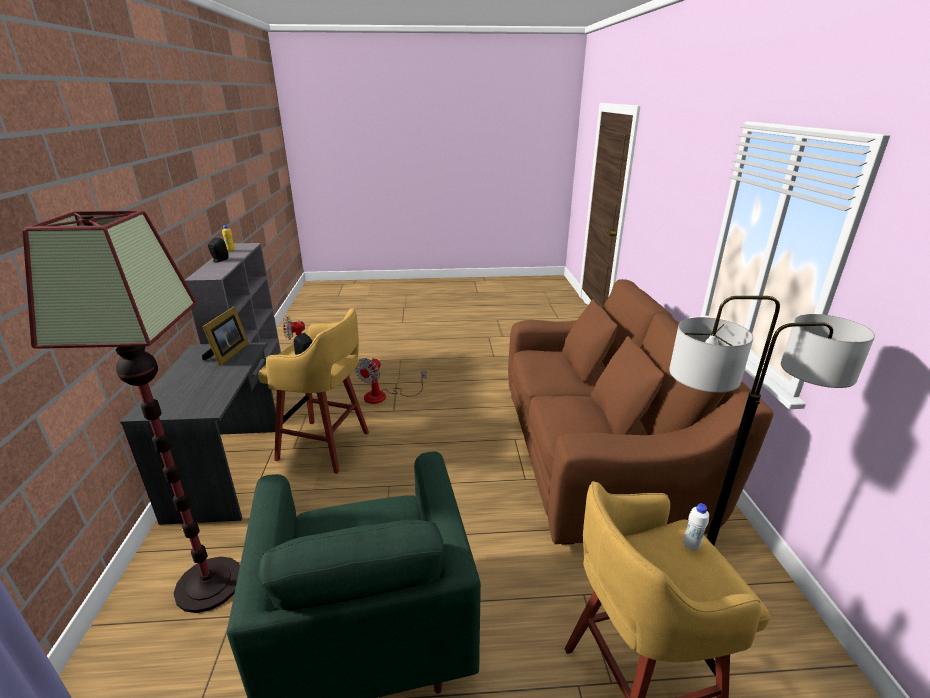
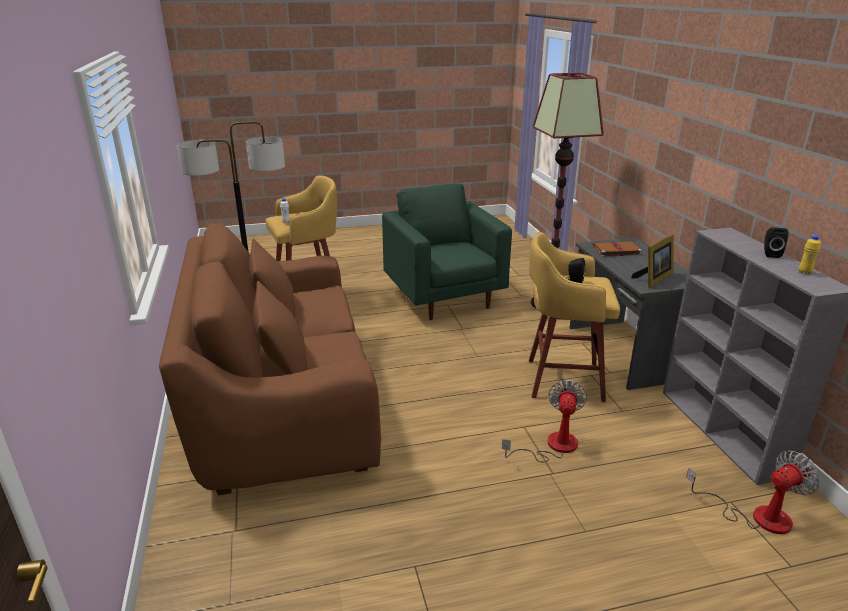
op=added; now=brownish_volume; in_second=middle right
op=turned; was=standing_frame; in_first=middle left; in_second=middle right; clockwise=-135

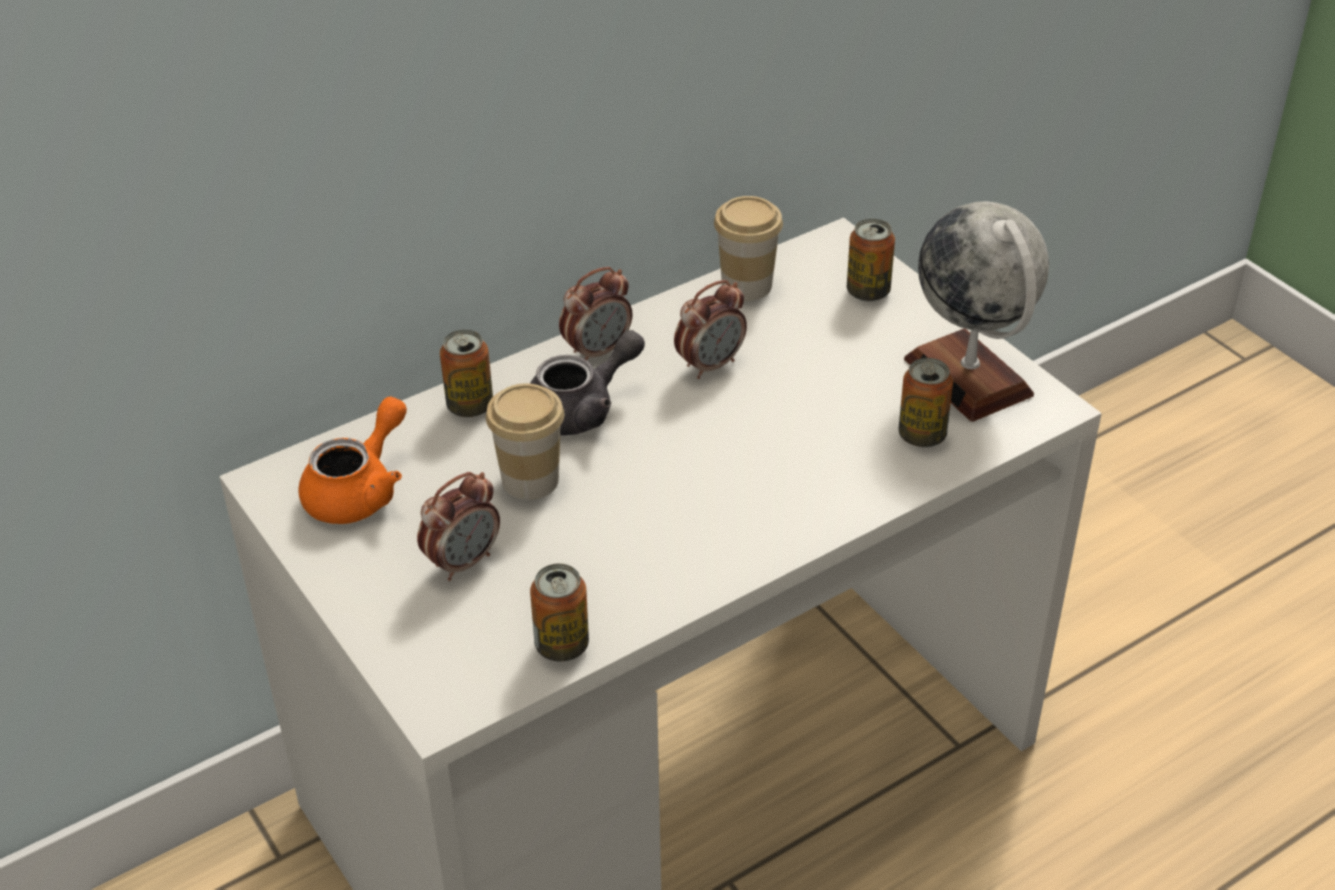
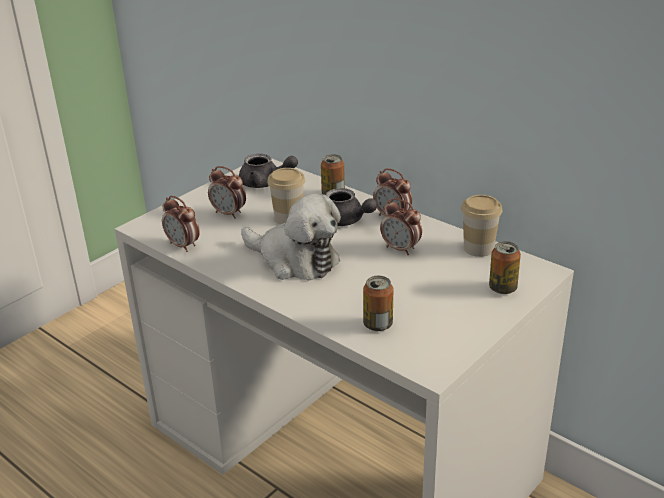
op=removed; was=desk_globe; in_first=middle right
op=added; now=soft_toy; in_second=centre
op=replaced; was=sealed_can (2nd from left); now=alarm_clock (1st from left); in_first=bottom centre; in_second=middle left
op=recoloured; was=orange_pot_for_tea; now=grey_pot_for_tea (1st from left); in_first=middle left; in_second=centre

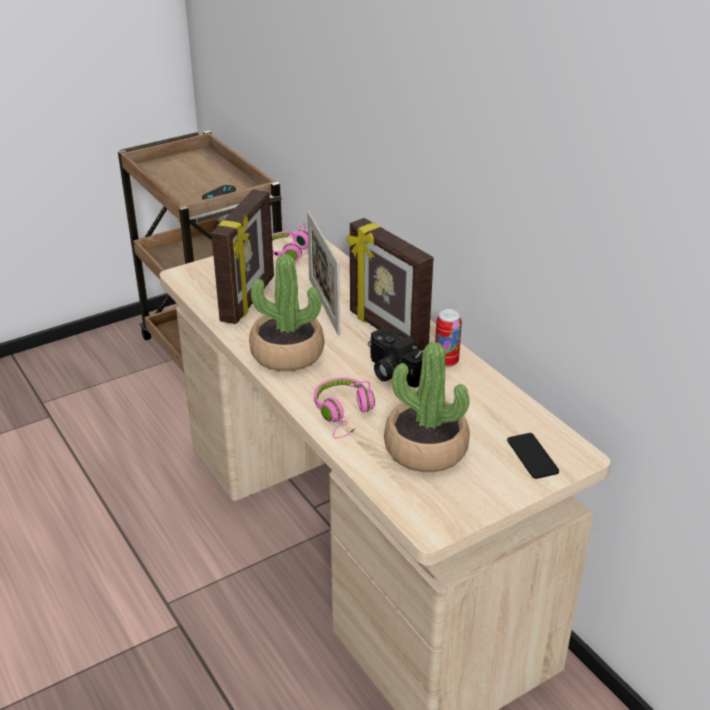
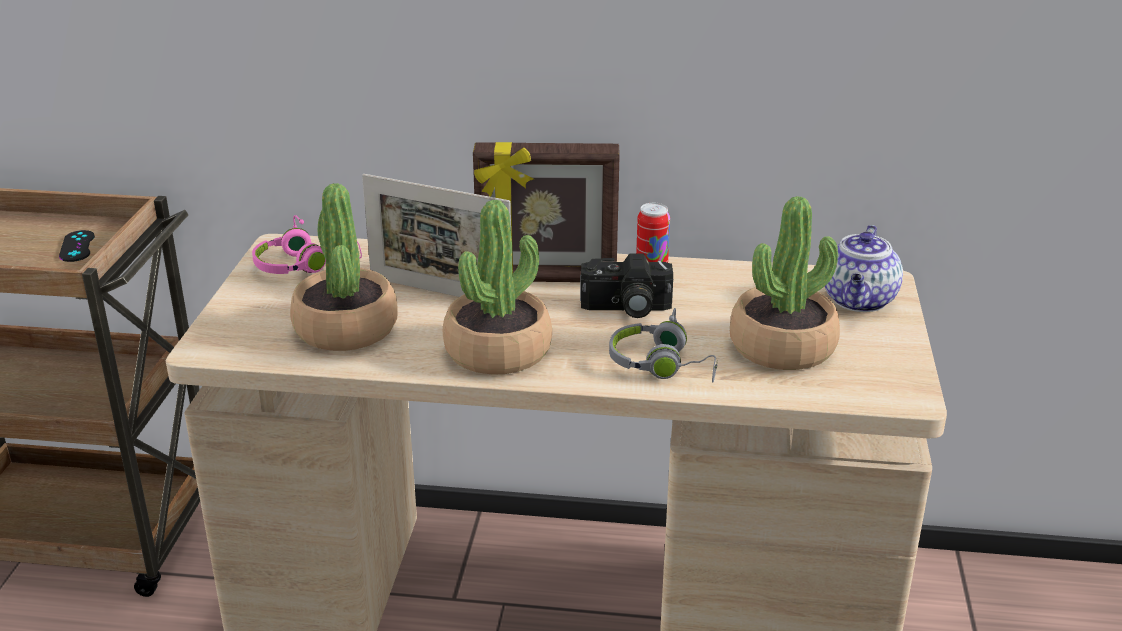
op=replaced; was=standing_frame (1st from left); now=houseplant (1st from left); in_first=centre; in_second=middle left
op=replaced; was=phone; now=pot_for_tea; in_first=middle right; in_second=middle right
op=recoloured; was=pink-coloured_headset (2nd from left); now=grey_headset; in_first=centre; in_second=centre

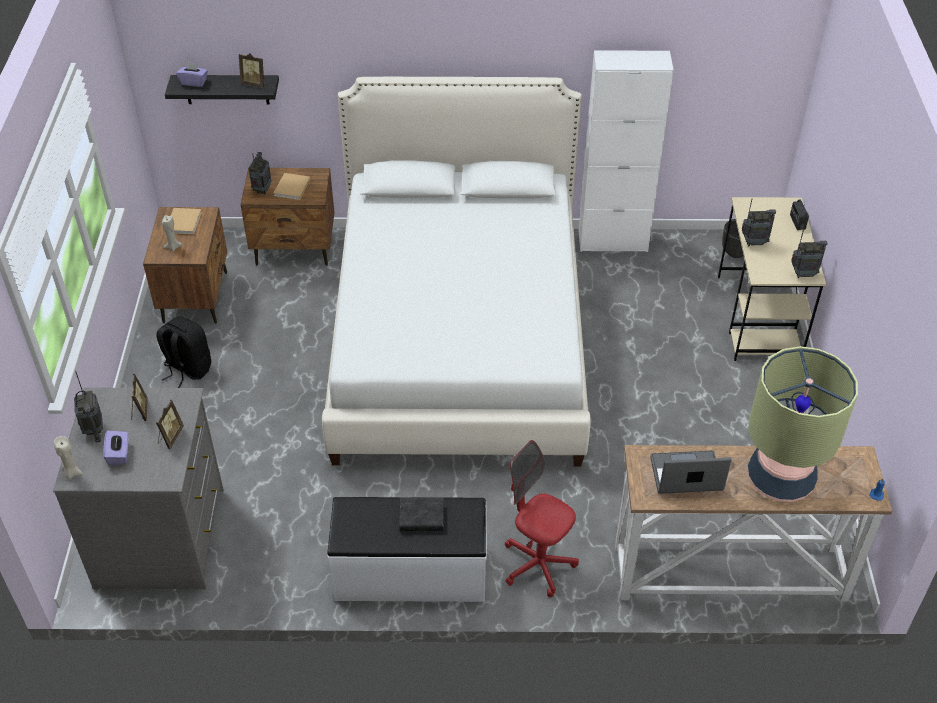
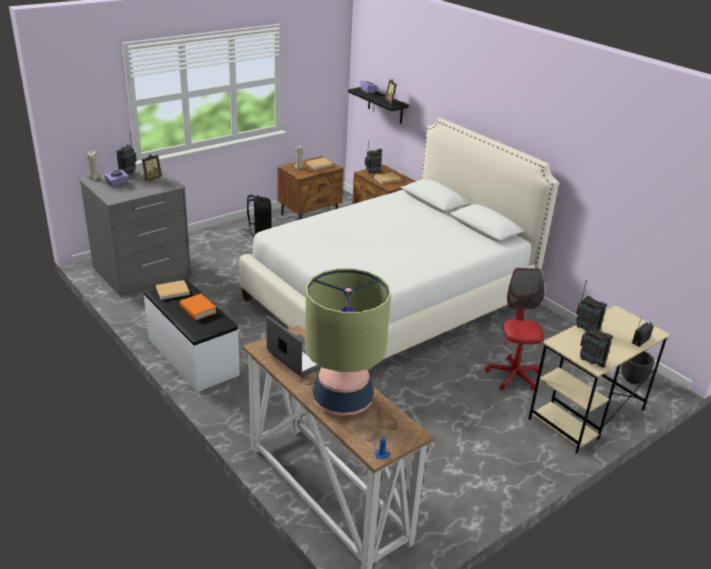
op=removed; was=standing_frame (2nd from left); in_first=middle left
op=removed; was=white_cabinet; in_first=top right
op=added; now=beige-coloured_volume (1st from left); in_second=middle left
op=moved; was=red_office_chair; in_first=bottom centre; in_second=middle right
op=recoloured; was=black_volume; now=orange_volume; in_first=bottom centre; in_second=middle left

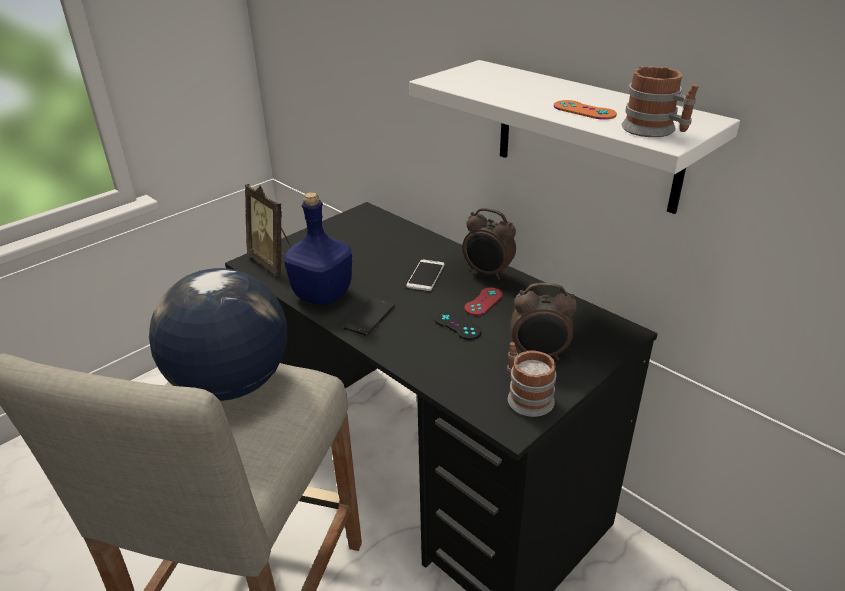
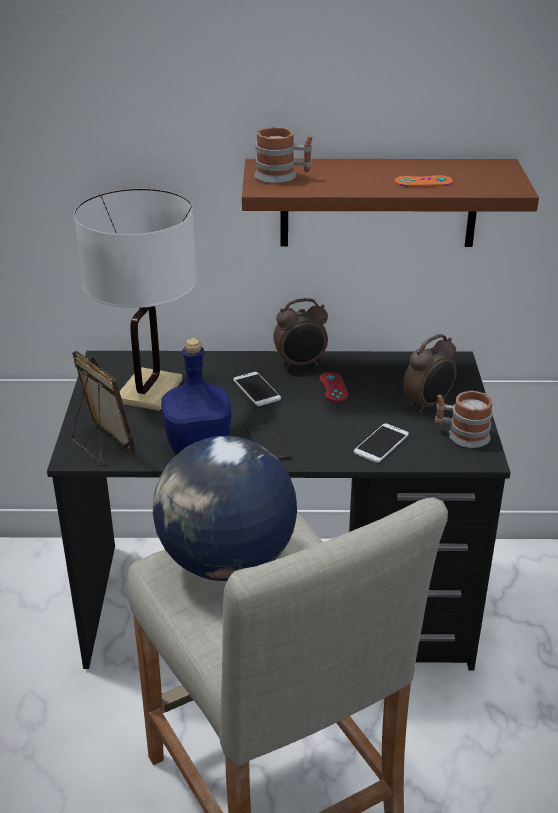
op=removed; was=black_joypad; in_first=centre
op=added; now=white_table_lamp; in_second=middle left
op=added; now=phone (3rd from left); in_second=middle right
op=moved; was=mug (2nd from left in the first image); now=mug (1st from left); in_first=top right; in_second=top centre
op=recoloured; was=white_wall_shelf; now=brownish_wall_shelf; in_first=top right; in_second=top right
op=turned; was=standing_frame; in_first=middle left; in_second=middle left; clockwise=-135

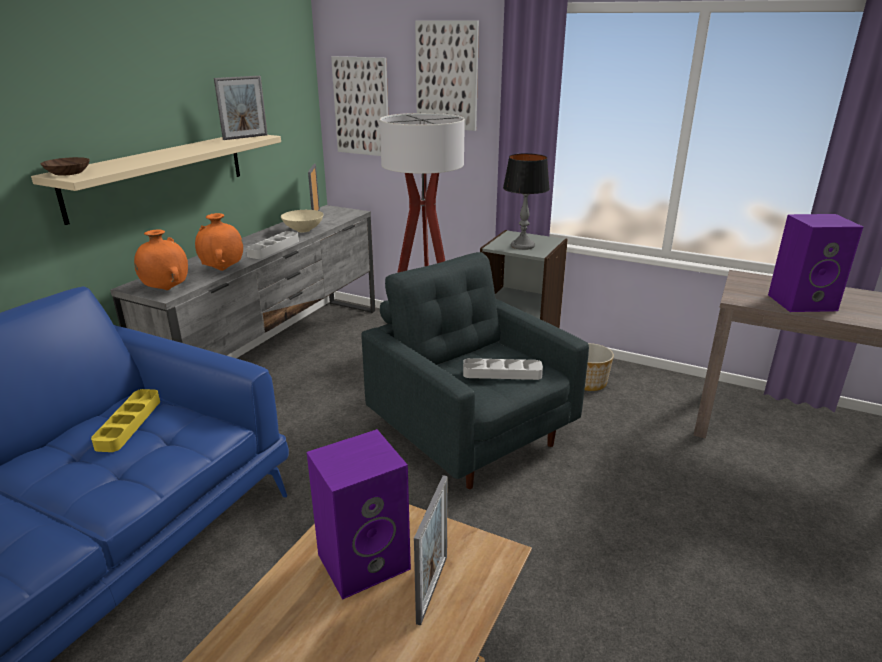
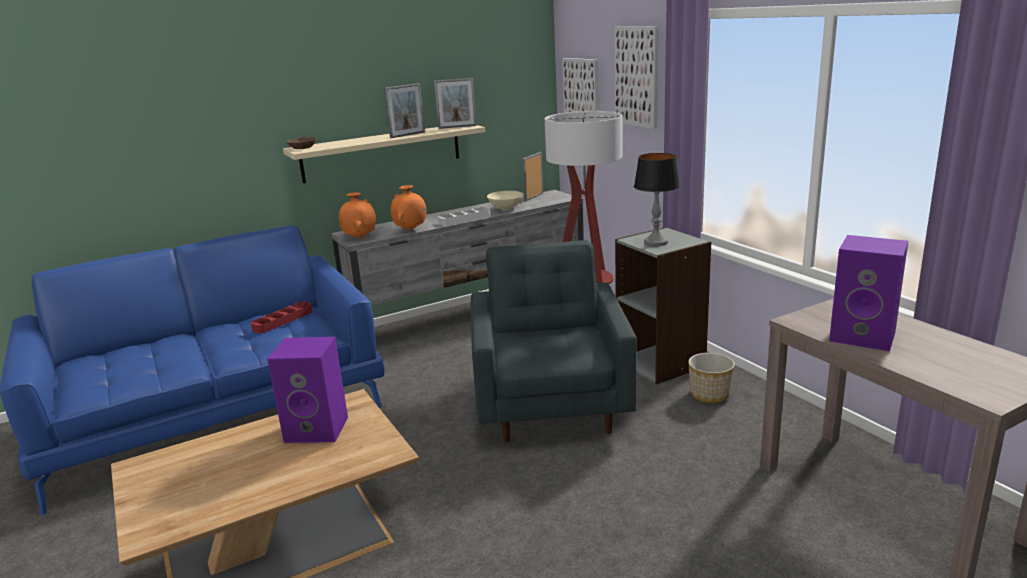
op=removed; was=grey_carrying_tray (2nd from left); in_first=centre
op=moved; was=standing_frame (3rd from left in the first image); now=standing_frame (1st from left); in_first=bottom centre; in_second=top centre
op=recoloured; was=yellow-coloured_carrying_tray; now=red_carrying_tray; in_first=middle left; in_second=middle left

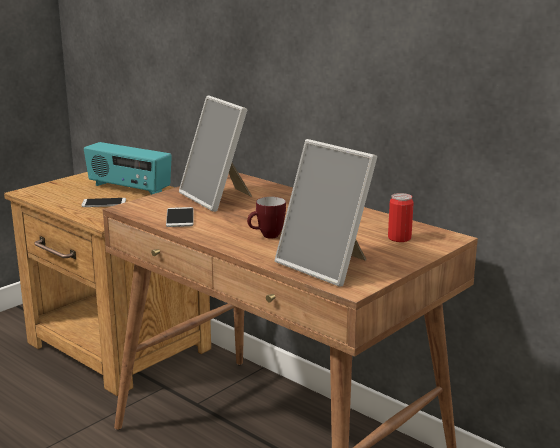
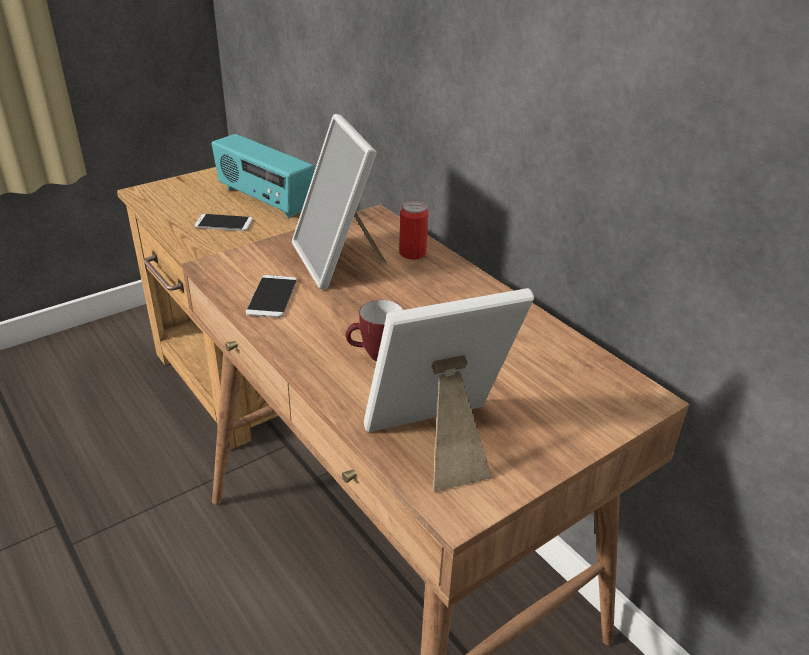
op=moved; was=sealed_can; in_first=middle right; in_second=centre
op=turned; was=standing_frame (2nd from left); in_first=centre; in_second=centre; clockwise=105

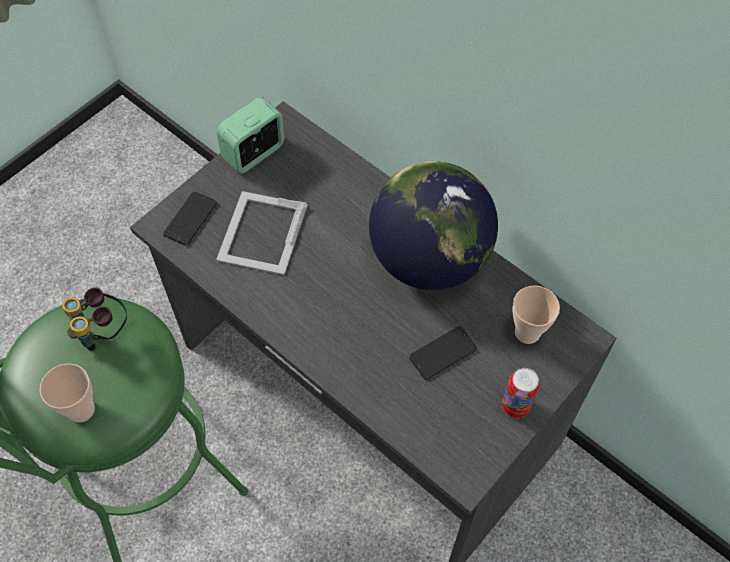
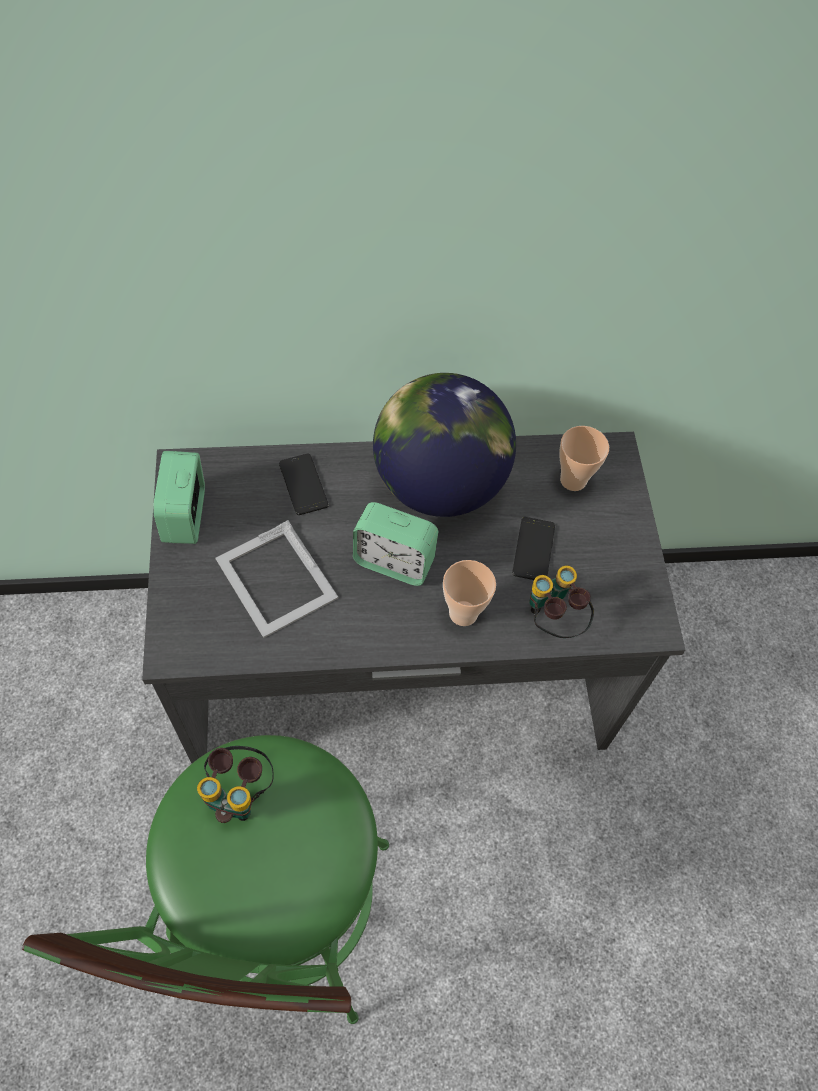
op=removed; was=sealed_can; in_first=bottom right
op=added; now=alarm_clock (2nd from left); in_second=centre
op=added; now=binoculars (2nd from left); in_second=middle right
op=moved; was=small_cup (1st from left); in_first=bottom left; in_second=centre
op=moved; was=phone (1st from left); in_first=middle left; in_second=centre

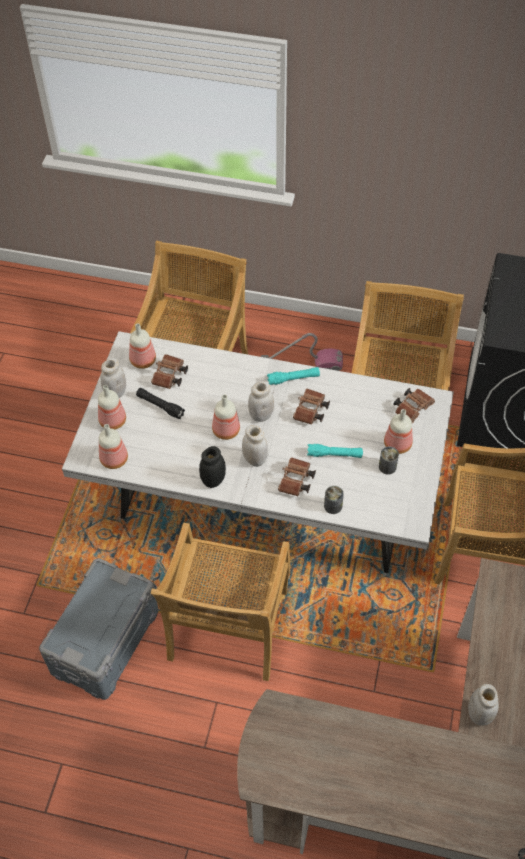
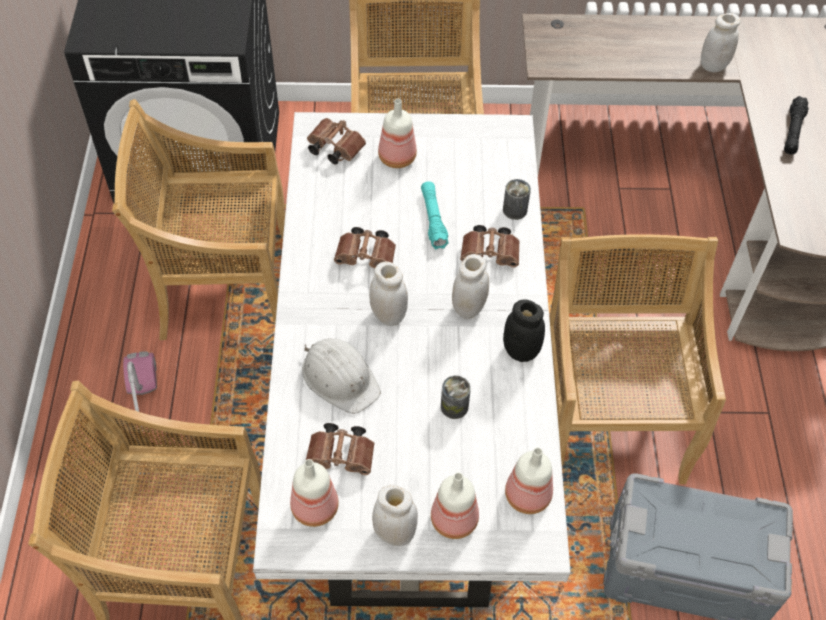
op=removed; was=beverage_bottle (4th from left); in_first=centre
op=removed; was=turquoise_flashlight (1st from left); in_first=centre
op=added; now=white_work_helmet; in_second=centre
op=moved; was=black_flashlight; in_first=middle left; in_second=top right
op=moved; was=sealed_can (2nd from left in the first image); now=sealed_can (1st from left); in_first=middle right; in_second=centre
op=turned; was=beige-coloured_chair (2nd from left in the first image); in_first=bottom centre; in_second=middle right; clockwise=-90

